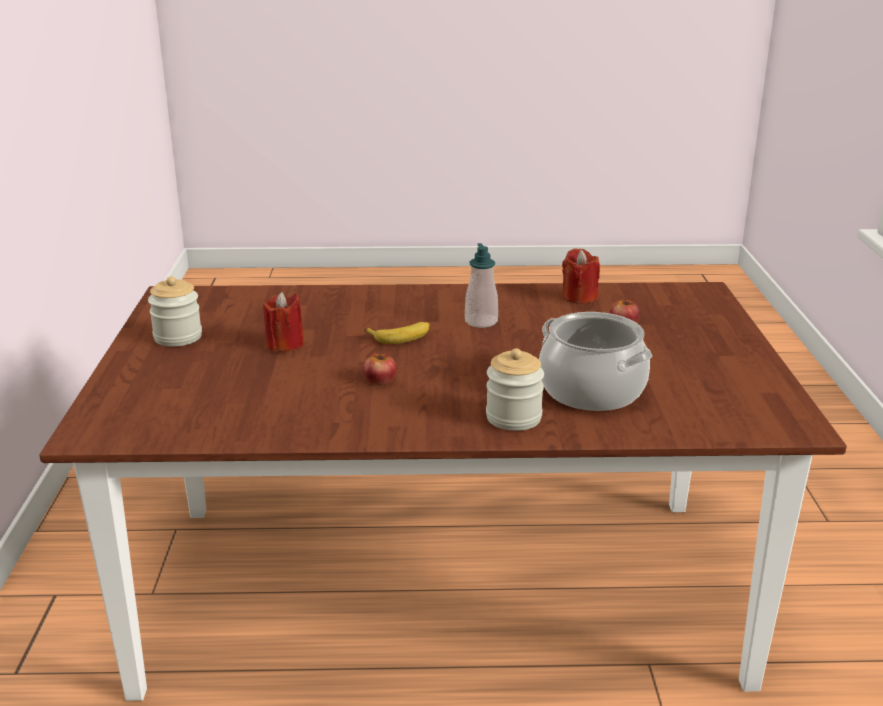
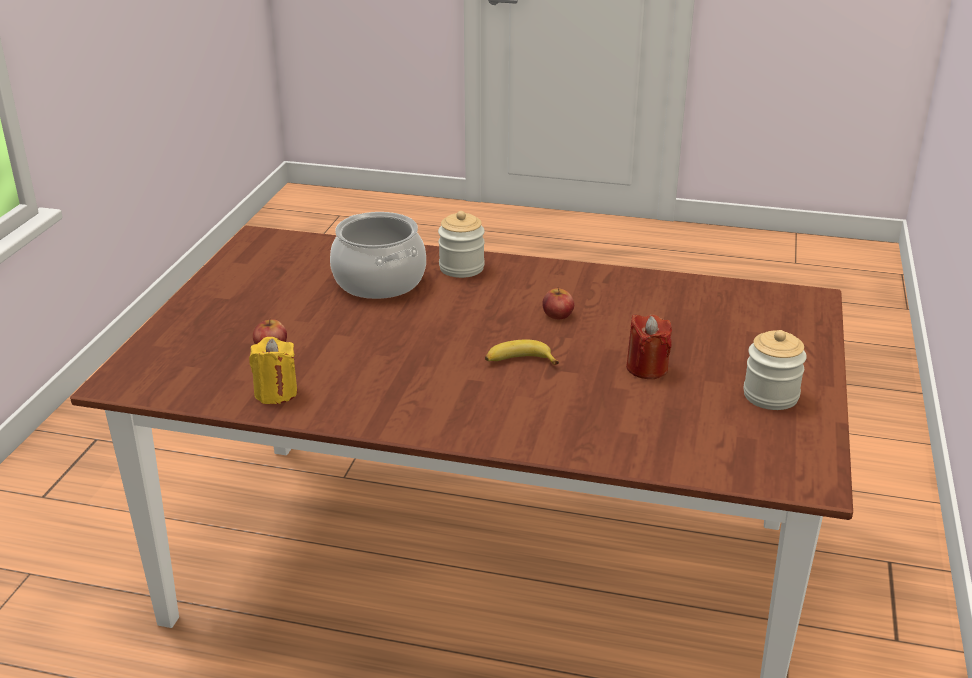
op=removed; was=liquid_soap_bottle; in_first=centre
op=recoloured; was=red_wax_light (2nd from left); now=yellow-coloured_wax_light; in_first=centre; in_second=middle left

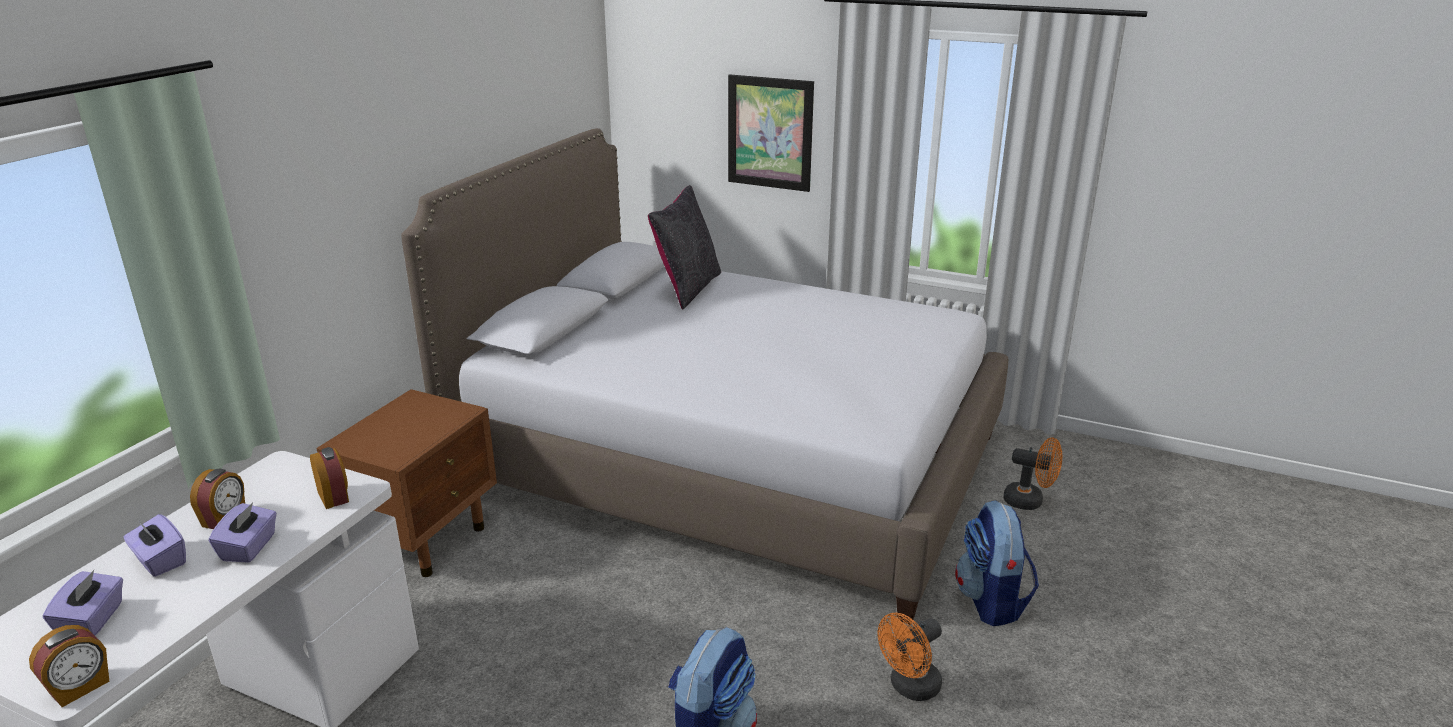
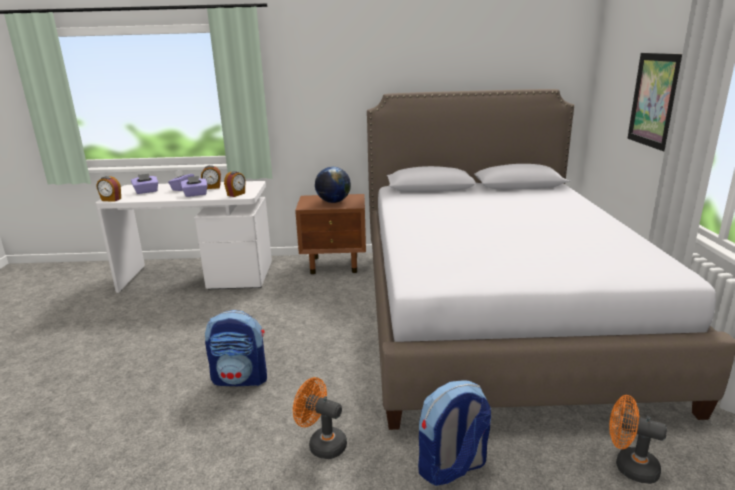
op=removed; was=black_throw_pillow; in_first=centre
op=added; now=desk_globe; in_second=centre
op=turned; was=orange_fan (2nd from left); in_first=middle right; in_second=bottom right; clockwise=120

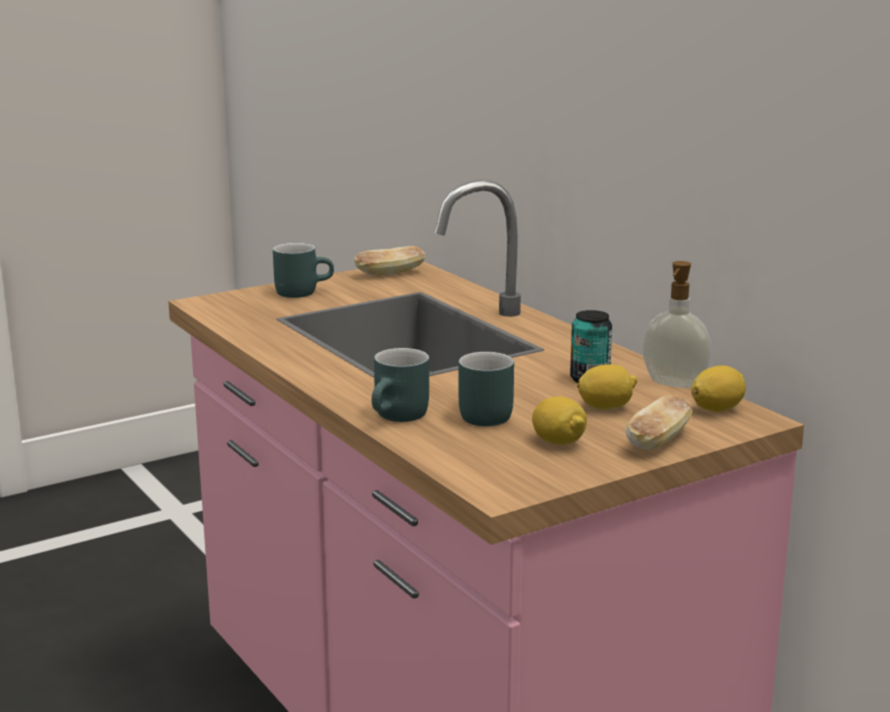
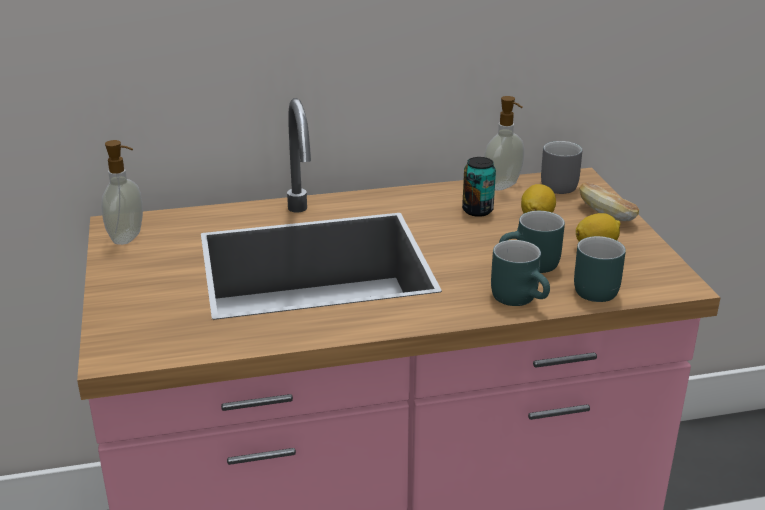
op=moved; was=turquoise_mug (1st from left in the first image); now=turquoise_mug (3rd from left); in_first=centre; in_second=middle right
op=replaced; was=bread (1st from left); now=liquid_soap_bottle (1st from left); in_first=centre; in_second=middle left
op=replaced; was=citrus_fruit (3rd from left); now=grey_mug; in_first=middle right; in_second=top right

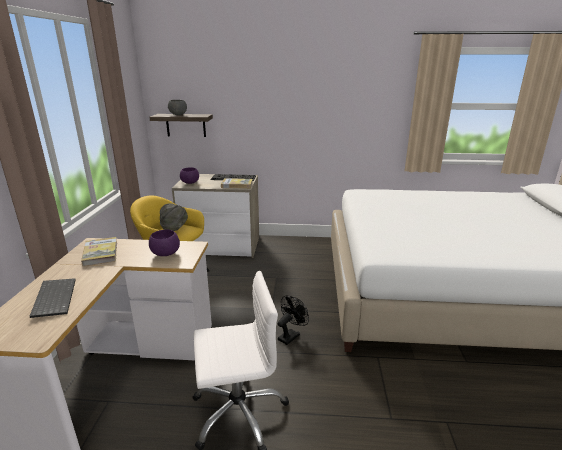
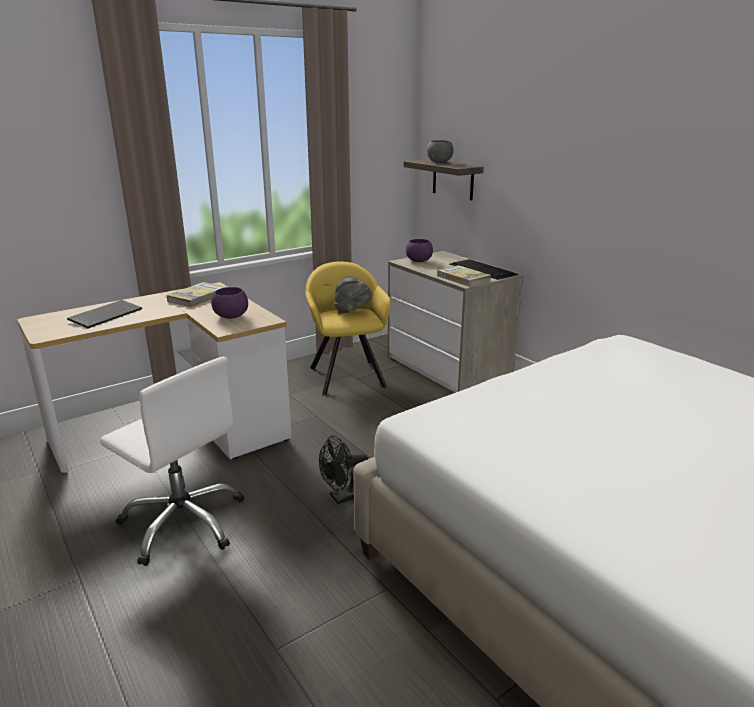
op=turned; was=black_fan; in_first=bottom centre; in_second=centre; clockwise=150

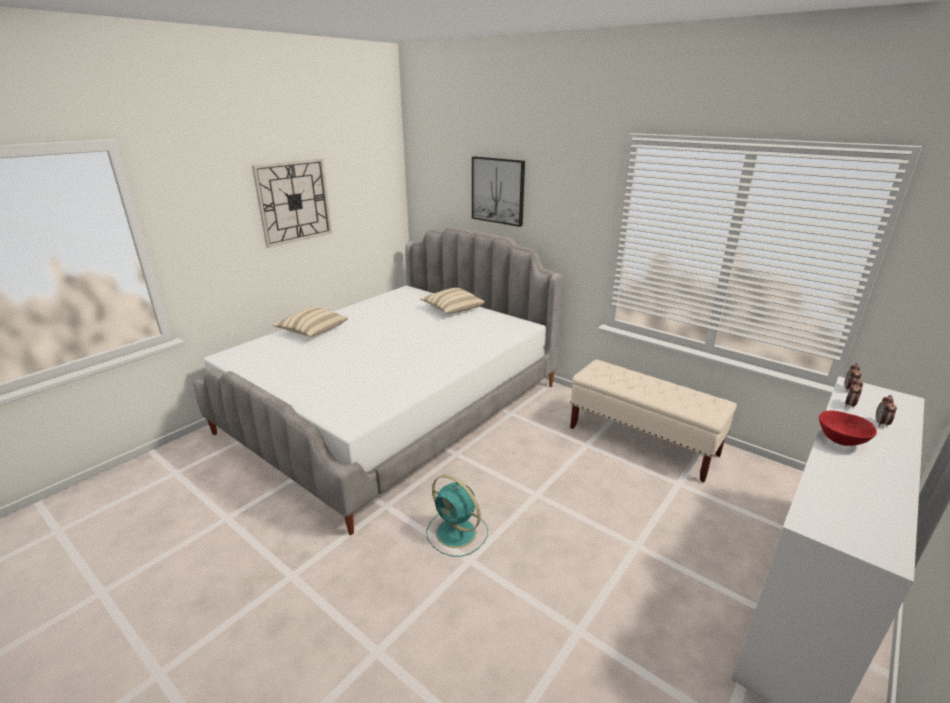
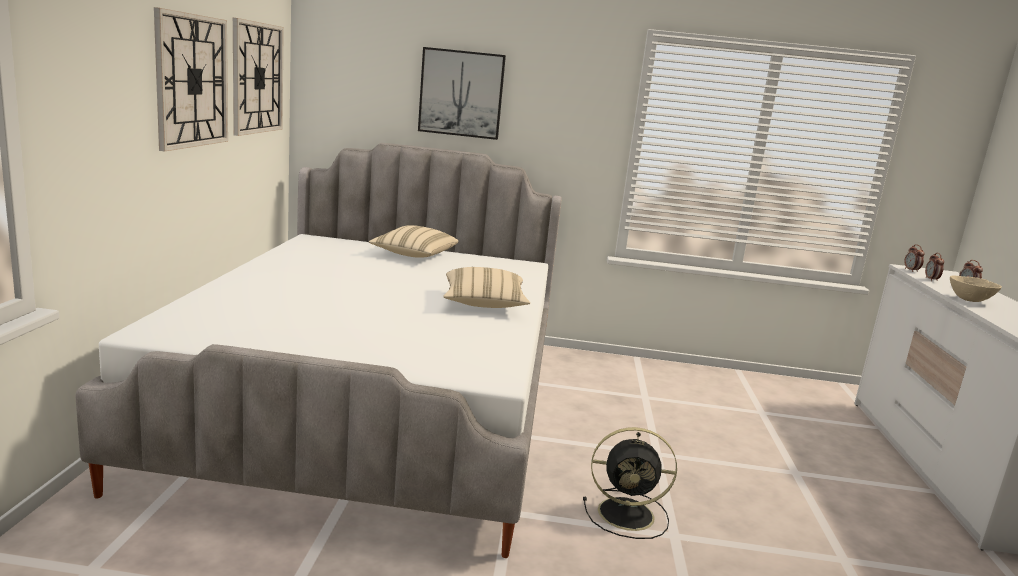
op=removed; was=beige-coloured_long_seat; in_first=middle right
op=added; now=wall_clock (2nd from left); in_second=top left
op=moved; was=beige-coloured_throw_pillow (1st from left in the first image); now=beige-coloured_throw_pillow (2nd from left); in_first=middle left; in_second=centre
op=recoloured; was=turquoise_fan; now=black_fan; in_first=bottom centre; in_second=bottom centre
op=recoloured; was=red_bowl; now=beige-coloured_bowl; in_first=middle right; in_second=middle right

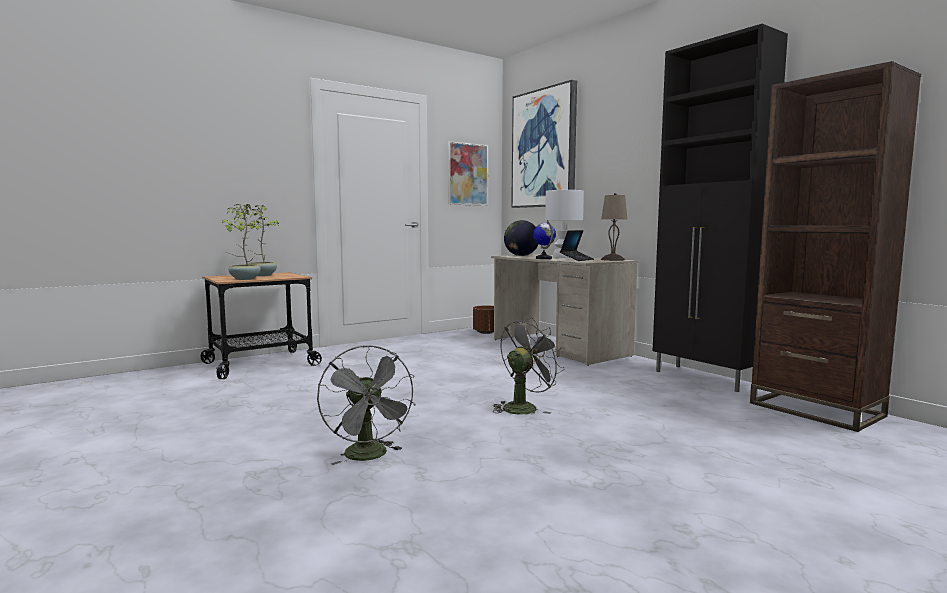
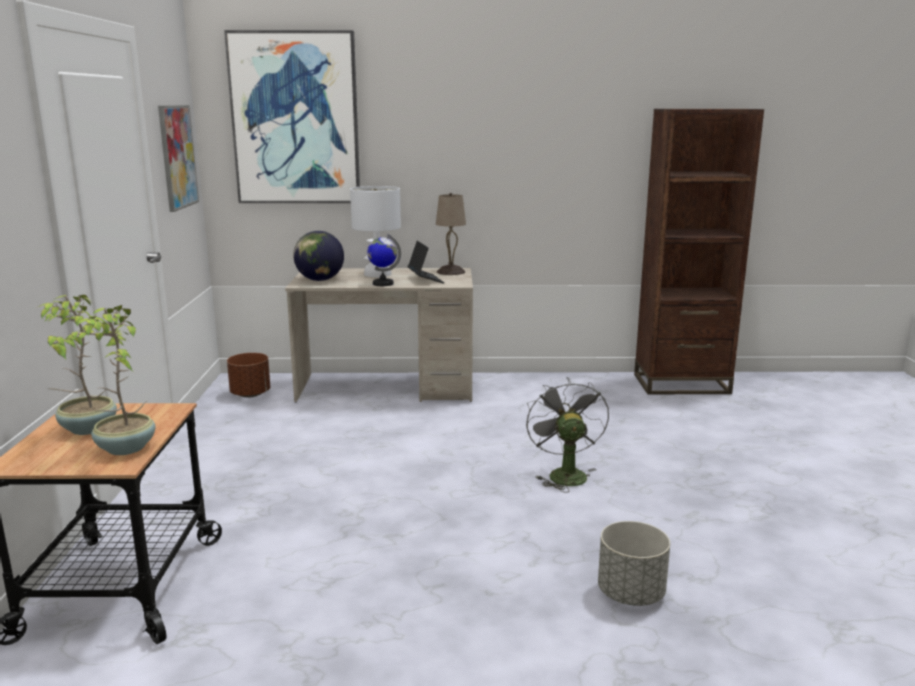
op=removed; was=black_cabinet; in_first=middle right
op=replaced; was=grey_fan (1st from left); now=grey_flower_pot; in_first=bottom centre; in_second=bottom right

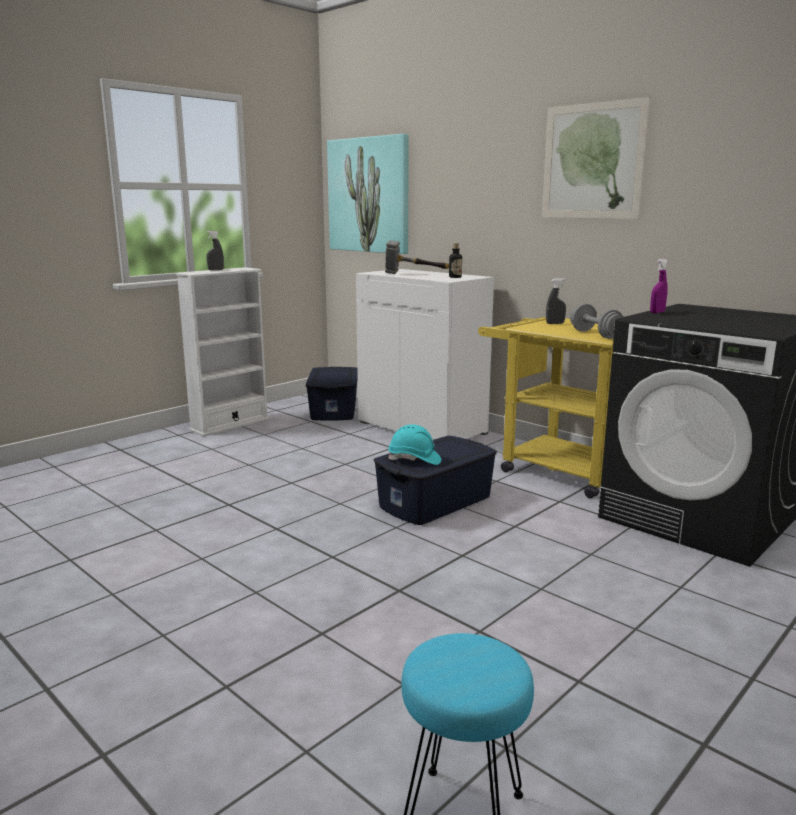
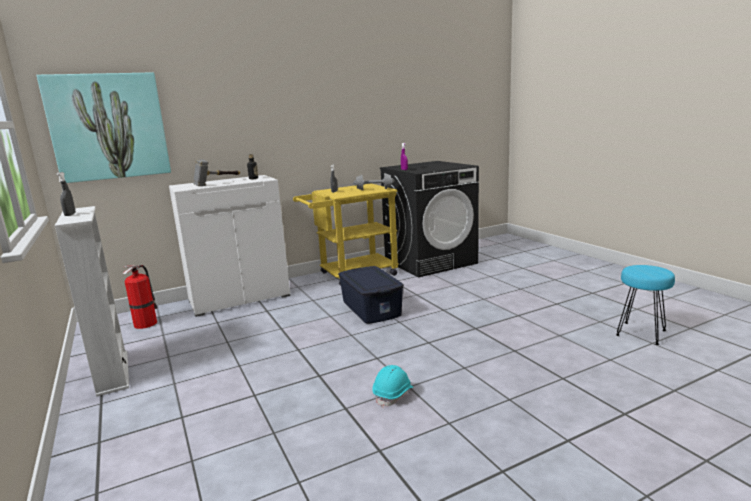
op=removed; was=picture (2nd from left); in_first=top right
op=moved; was=turquoise_work_helmet; in_first=centre; in_second=bottom centre
op=replaced; was=blue_storage_bin (1st from left); now=fire-fighting_cylinder; in_first=centre; in_second=middle left

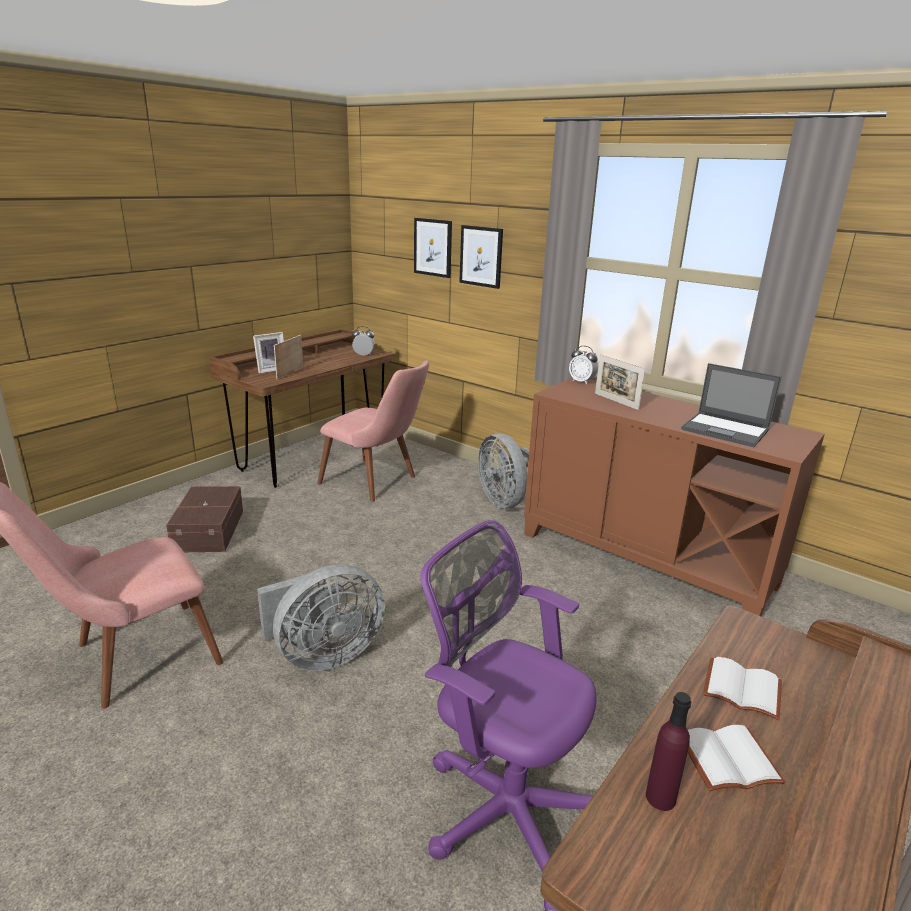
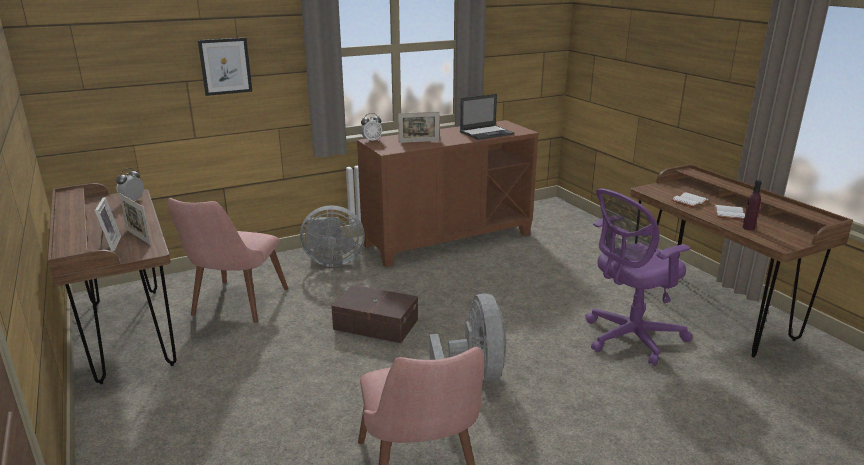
op=removed; was=picture (1st from left); in_first=top centre
op=moved; was=brownish_storage_bin; in_first=middle left; in_second=bottom centre
op=turned; was=pink-coloured_chair (2nd from left in the first image); in_first=centre; in_second=middle left; clockwise=135

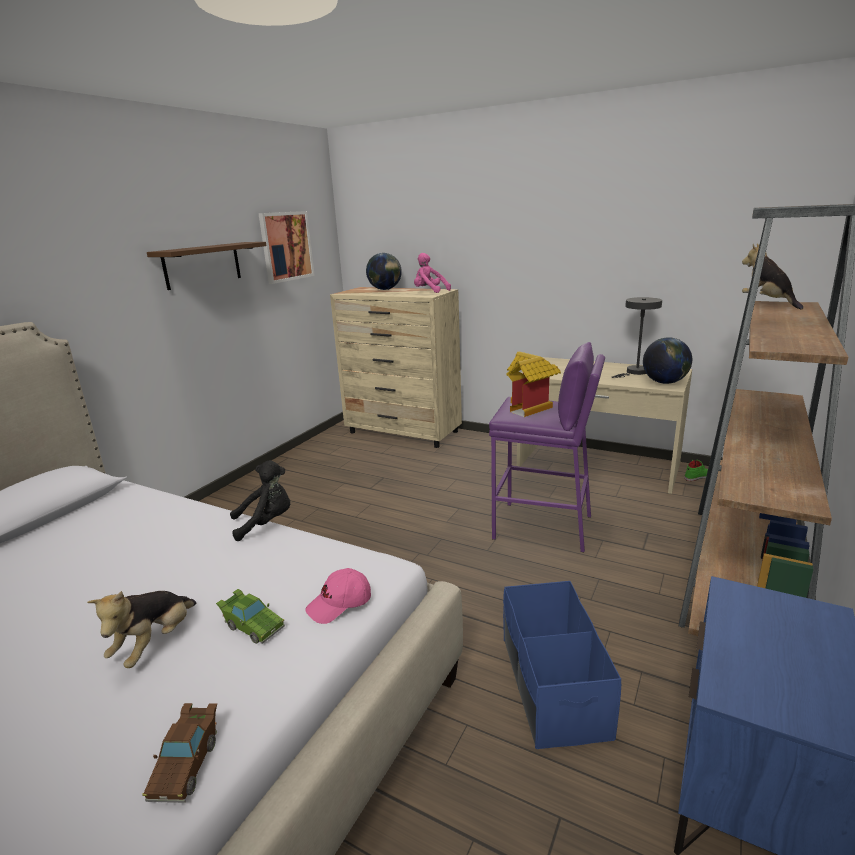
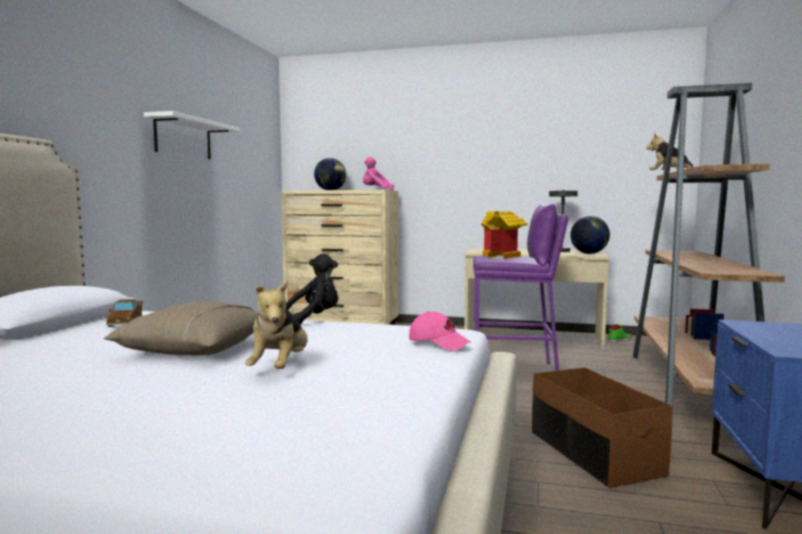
op=removed; was=green_toy_car; in_first=bottom left
op=removed; was=picture; in_first=top centre
op=added; now=beige-coloured_throw_pillow; in_second=middle left
op=moved; was=brownish_toy_car; in_first=bottom left; in_second=middle left
op=recoloured; was=brownish_wall_shelf; now=white_wall_shelf; in_first=top left; in_second=top left
op=recoloured; was=blue_storage_bin; now=brownish_storage_bin; in_first=bottom centre; in_second=bottom right
op=turned; was=pink-coloured_cap; in_first=bottom centre; in_second=centre; clockwise=-105

